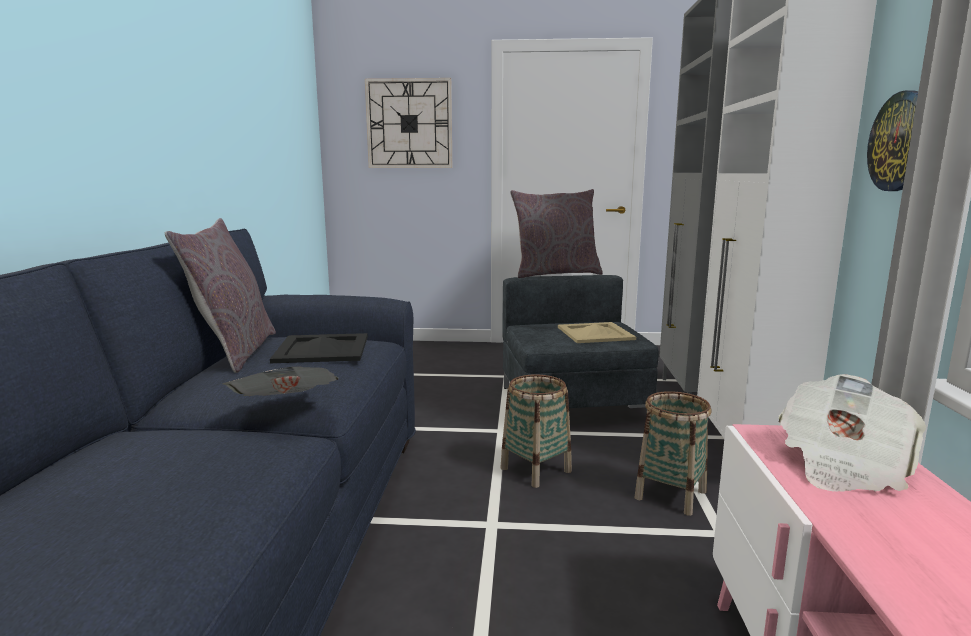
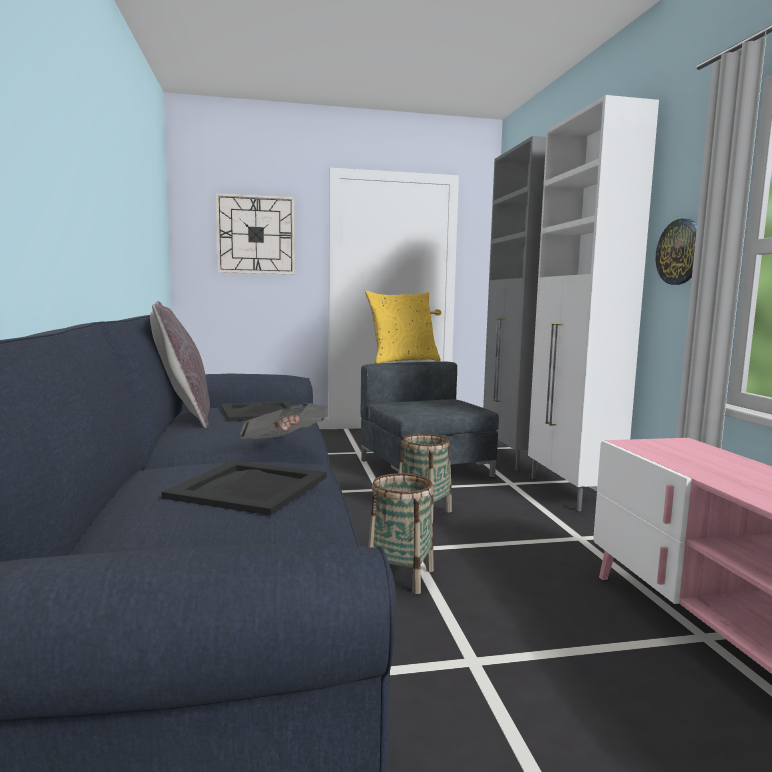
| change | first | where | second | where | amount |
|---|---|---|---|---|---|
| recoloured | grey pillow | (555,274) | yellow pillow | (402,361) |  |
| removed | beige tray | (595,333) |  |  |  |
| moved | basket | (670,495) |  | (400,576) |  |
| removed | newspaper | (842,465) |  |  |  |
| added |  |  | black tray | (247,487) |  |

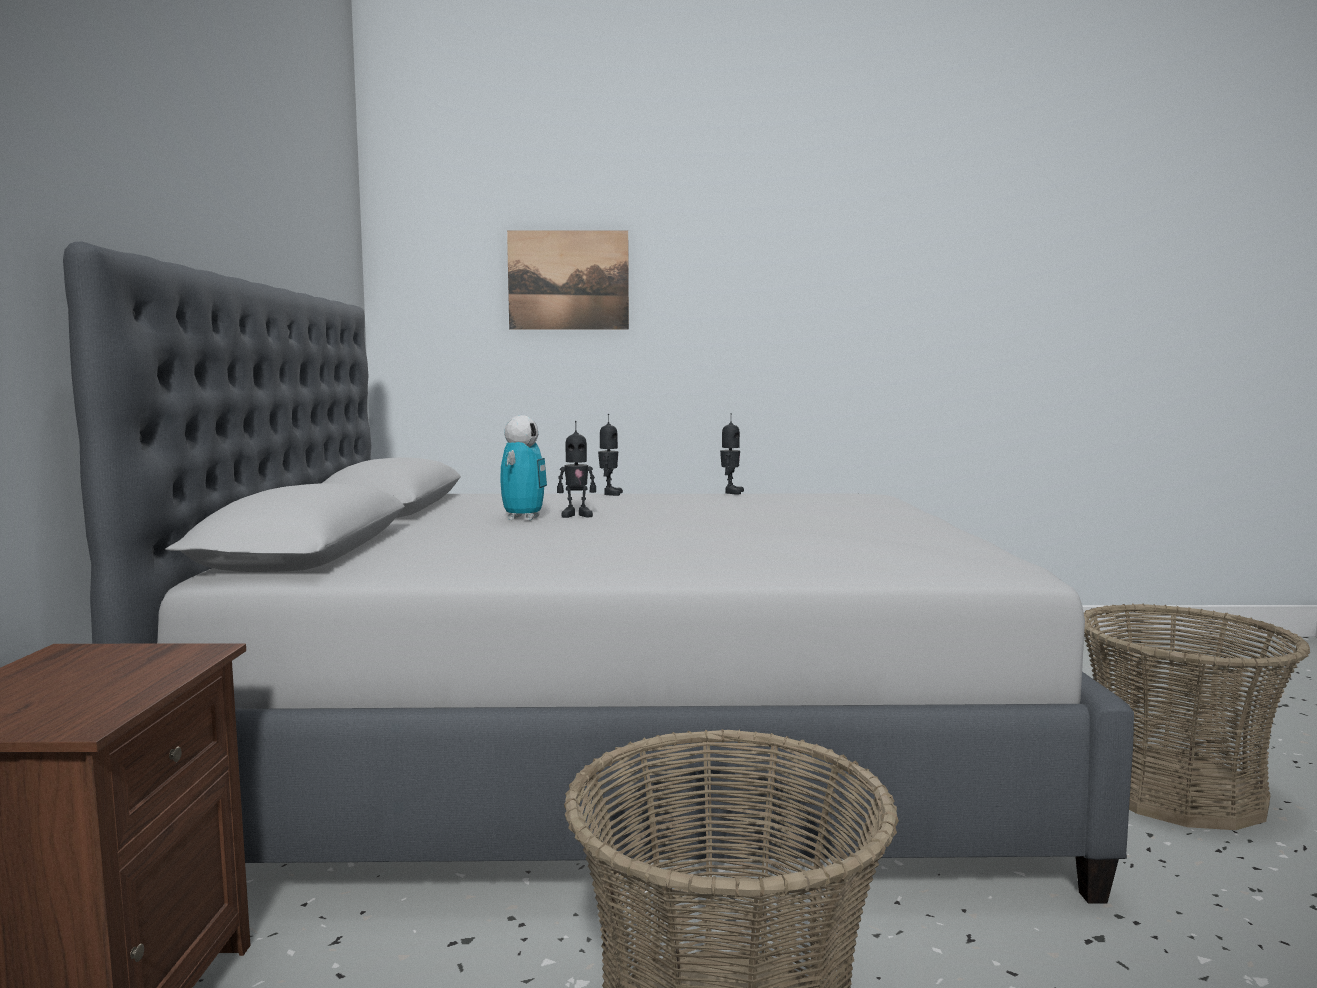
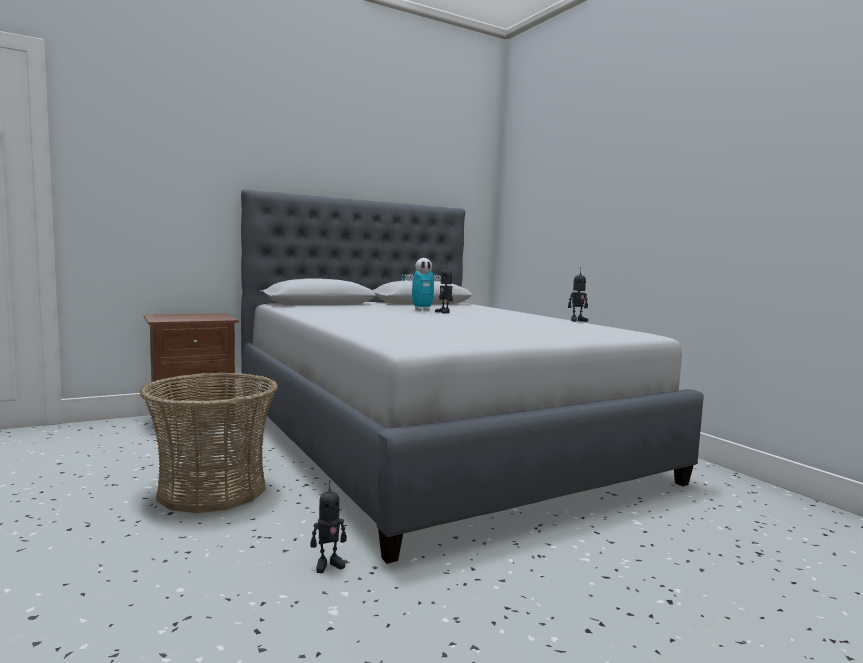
| change | first | where | second | where | amount |
|---|---|---|---|---|---|
| removed | picture | (568,280) |  |  |  |
| moved | toy robot | (610,494) |  | (328,564) |  |
| removed | basket | (1174,790) |  |  |  |

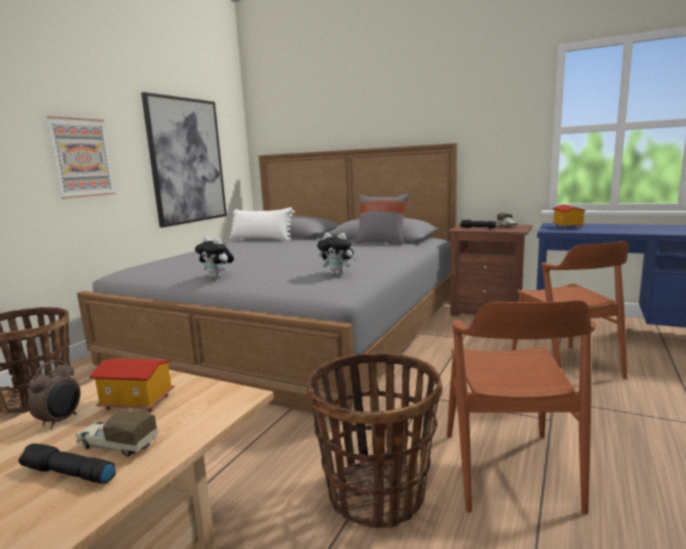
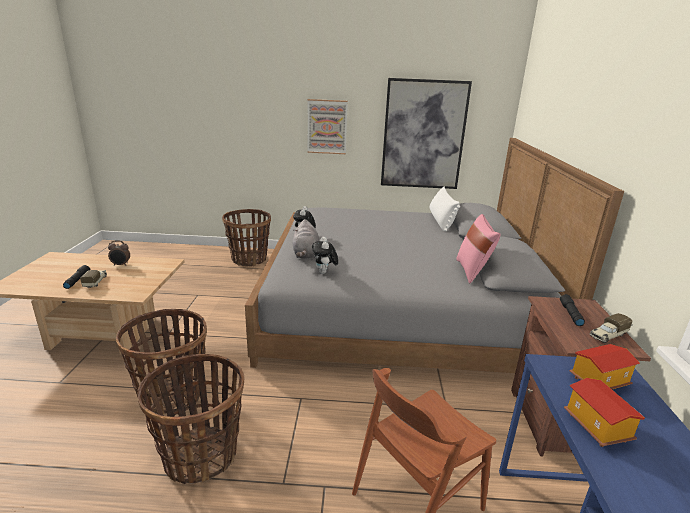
| change | first | where | second | where | amount |
|---|---|---|---|---|---|
| moved | toy house | (136,403) |  | (595,427) |  |
| recoloured | grey pillow | (382,242) | pink pillow | (473,271) |  |
| replaced | brown chair | (508,470) | basket | (201,455) |  |
| added |  |  | grey plush toy | (306,254) |  |

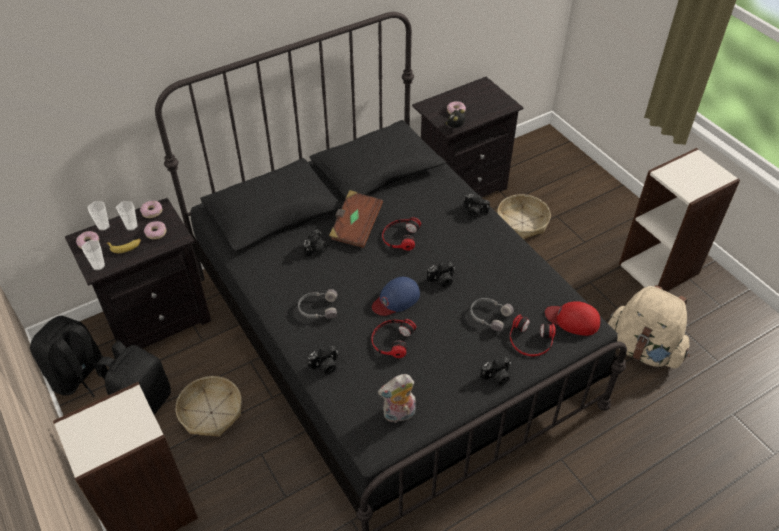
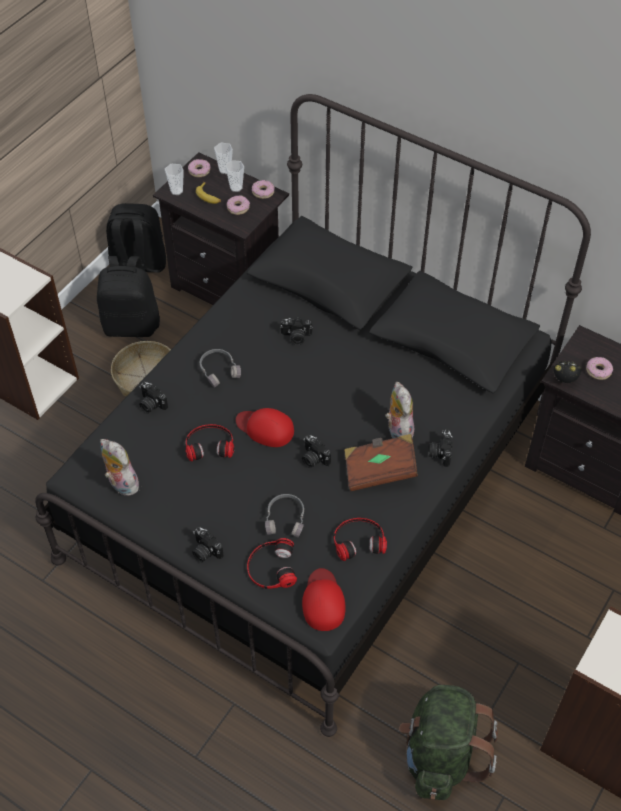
| change | first | where | second | where | amount |
|---|---|---|---|---|---|
| moved | brown book | (355,227) |  | (379,470) |  |
| recoloured | blue cap | (396,299) | red cap | (265,428) |  |
| moved | headphones | (400,236) |  | (358,540) |  |
| removed | basket | (522,223) |  |  |  |
| recoloured | beige backpack | (643,349) | green backpack | (440,755) |  |
| added |  |  | plush toy | (397,430) |  |

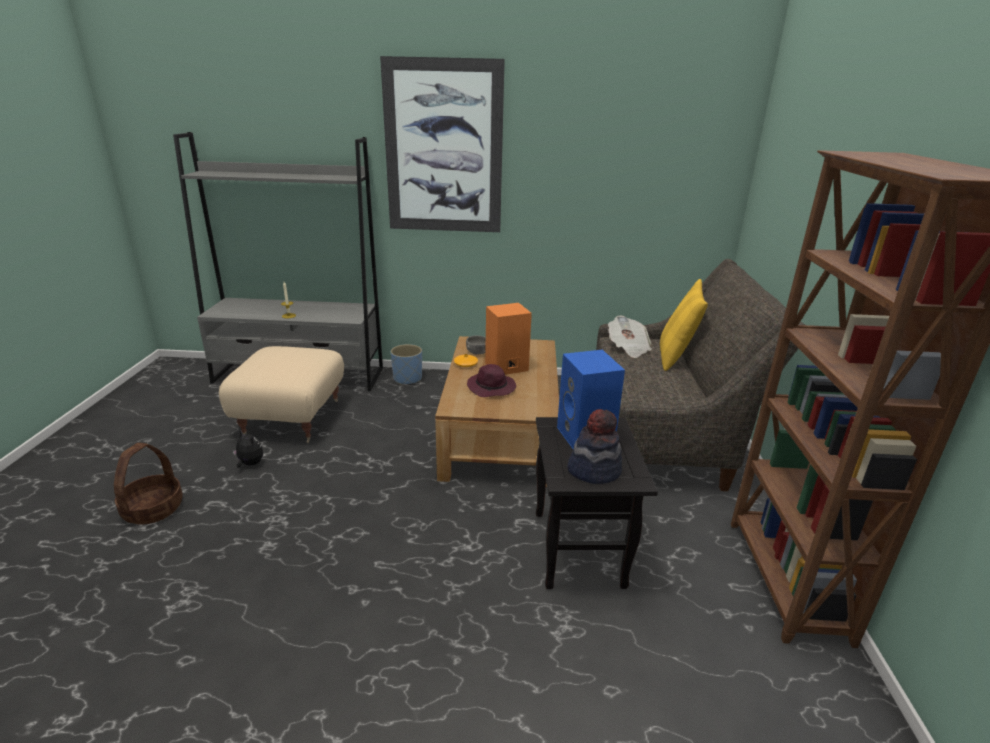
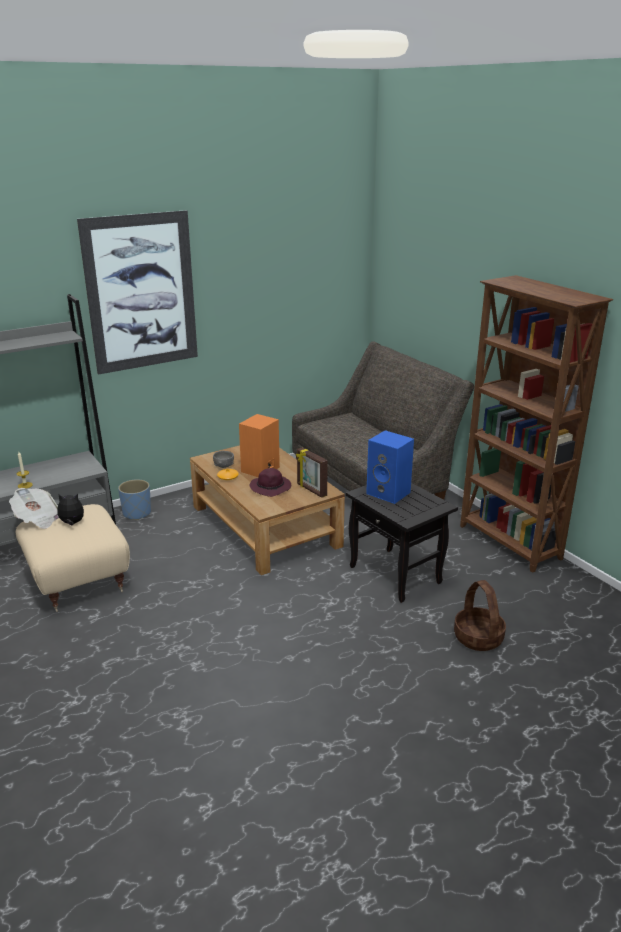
| change | first | where | second | where | amount |
|---|---|---|---|---|---|
| moved | basket | (153,509) |  | (478,638) |  |
| moved | plush toy | (250,464) |  | (71,523) |  |
| removed | hat | (594,470) |  |  |  |
| moved | newspaper | (628,348) |  | (37,519) |  |
| removed | yellow pillow | (675,356) |  |  |  |
| added |  |  | picture frame | (311,490) |  |

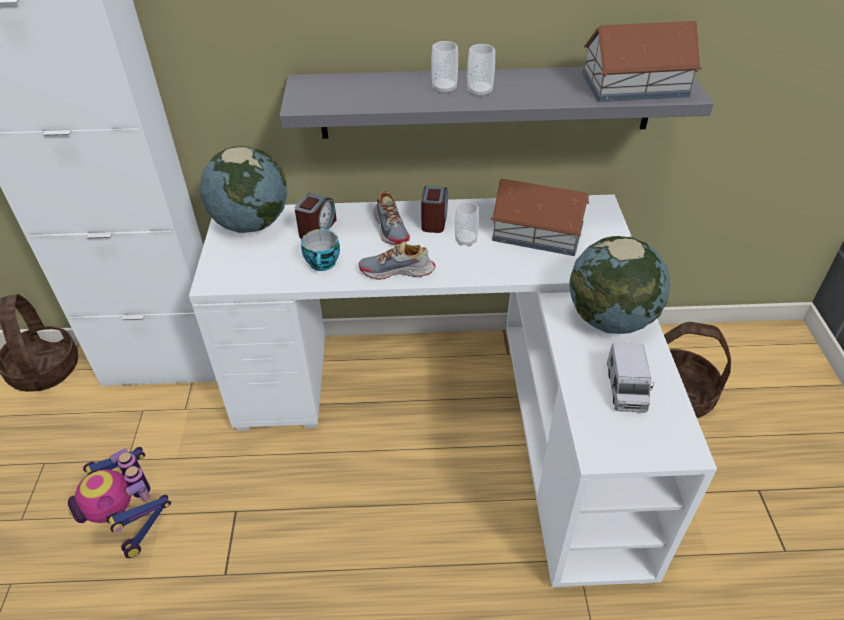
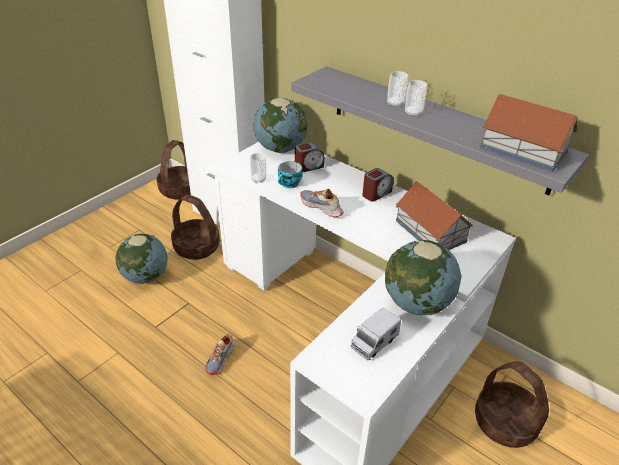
| change | first | where | second | where | amount |
|---|---|---|---|---|---|
| replaced | toy robot | (133,520) | globe | (146,277) |  |
| moved | shoe | (391,228) |  | (221,358) |  |
| moved | cup | (465,240) |  | (258,179) |  |
| added |  |  | basket | (197,247) |  |

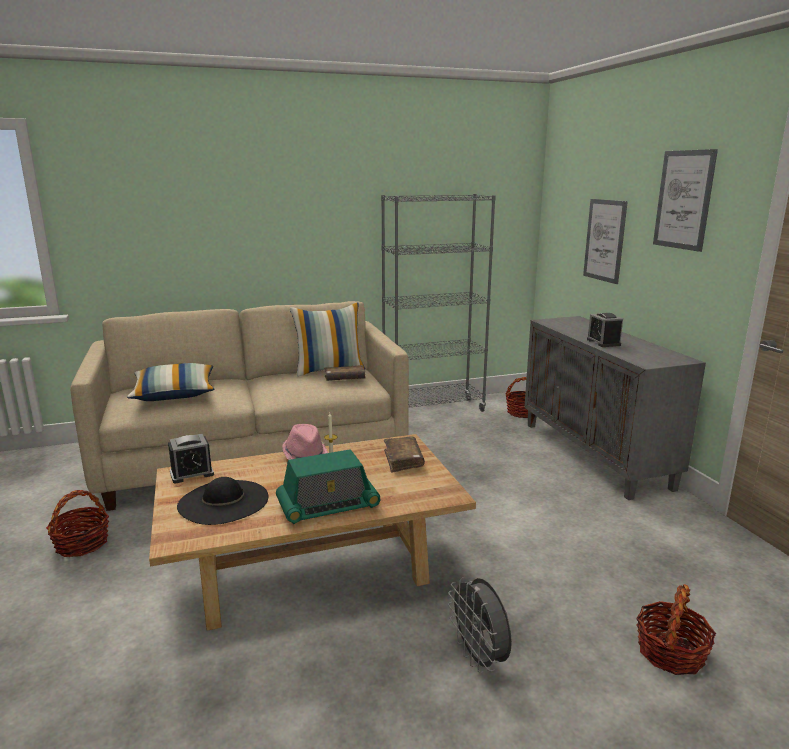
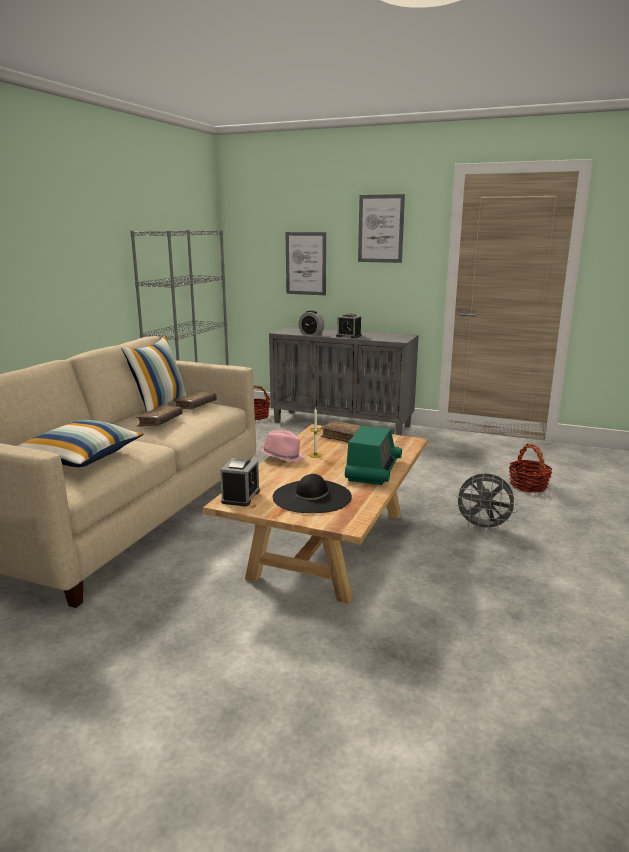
| change | first | where | second | where | amount |
|---|---|---|---|---|---|
| removed | basket | (82,544) |  |  |  |
| added |  |  | brown book | (160,422) |  |
| added |  |  | alarm clock | (311,334) |  |

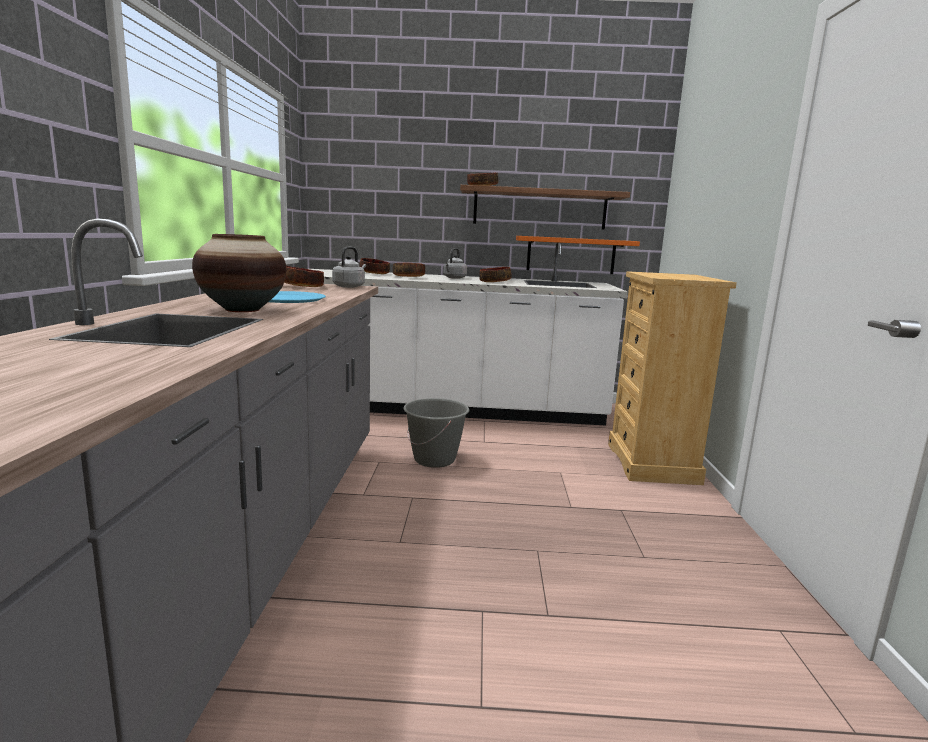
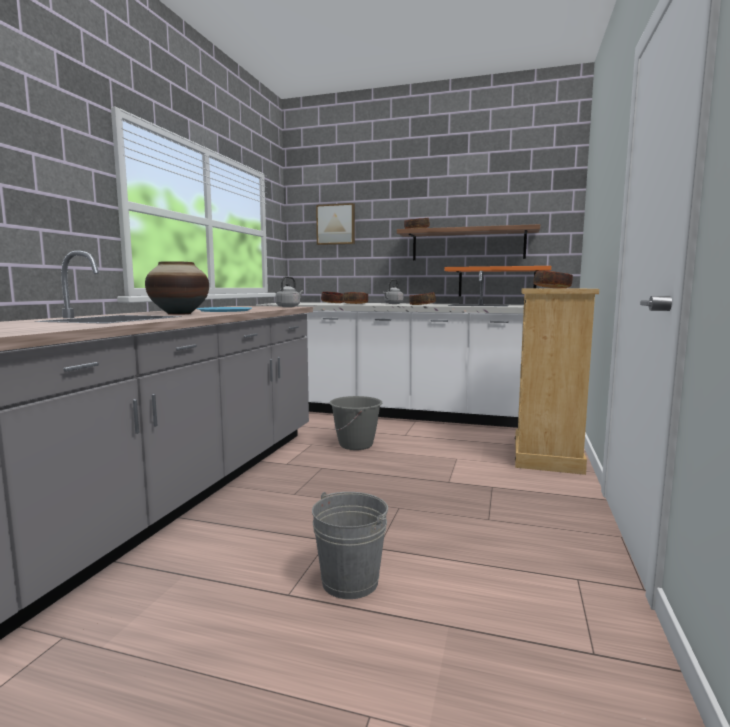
| change | first | where | second | where | amount |
|---|---|---|---|---|---|
| moved | bowl | (302,286) |  | (552,288) |  |
| added |  |  | grey bucket | (350,581) |  |
| added |  |  | picture | (336,224) |  |

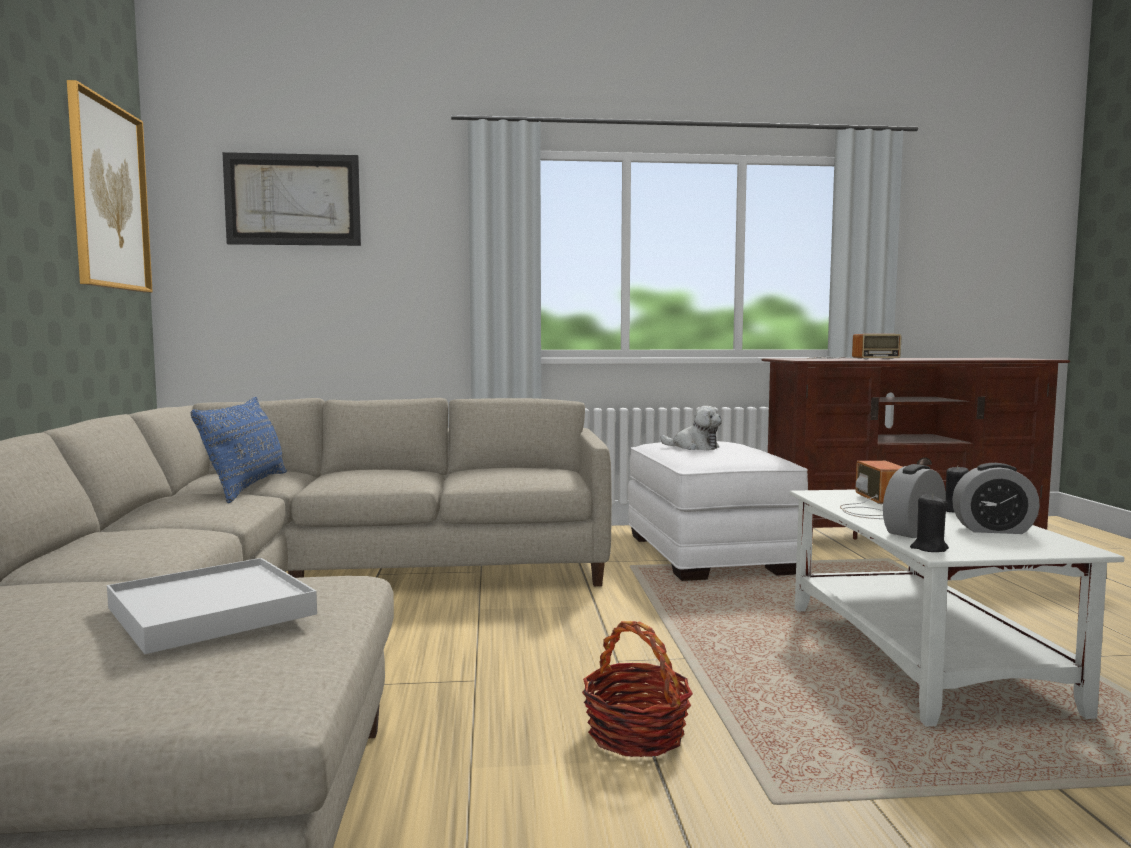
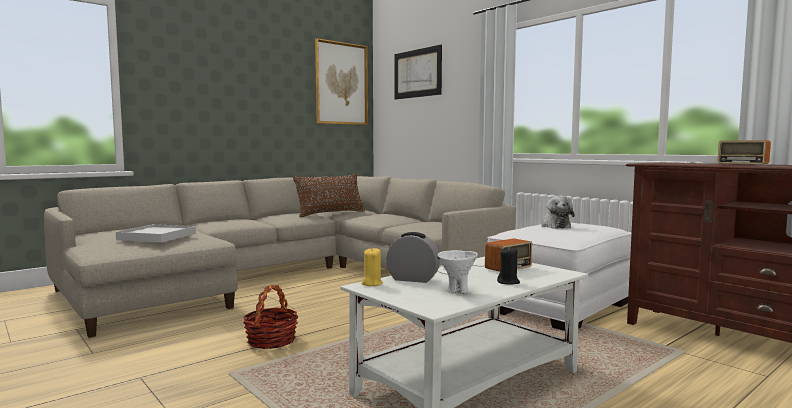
| change | first | where | second | where | amount |
|---|---|---|---|---|---|
| recoloured | blue pillow | (247,487) | brown pillow | (330,214) |  |
| recoloured | black candle | (929,548) | yellow candle | (372,283) |  |
| replaced | alarm clock | (993,530) | white bowl | (457,291) |  |

